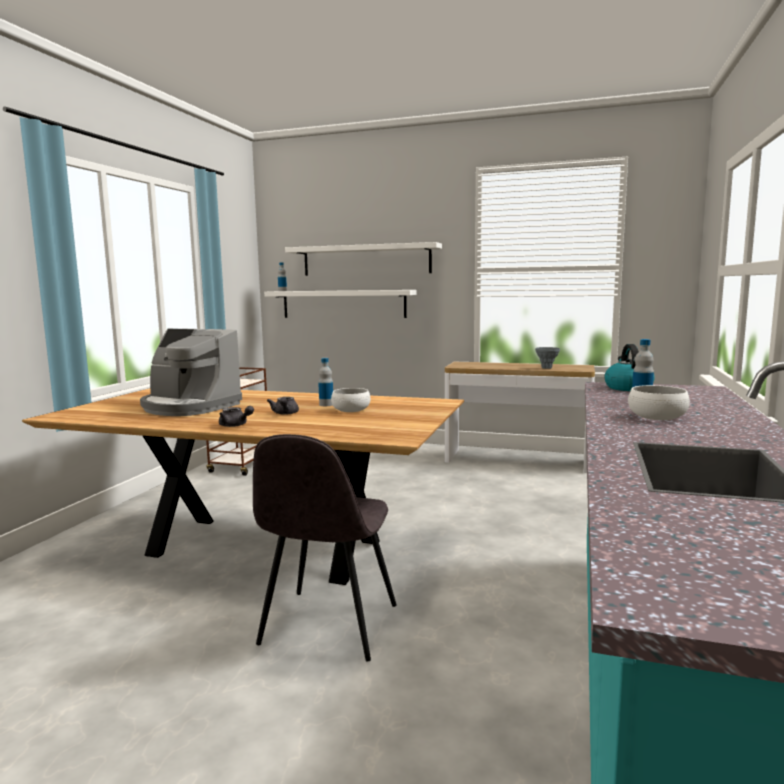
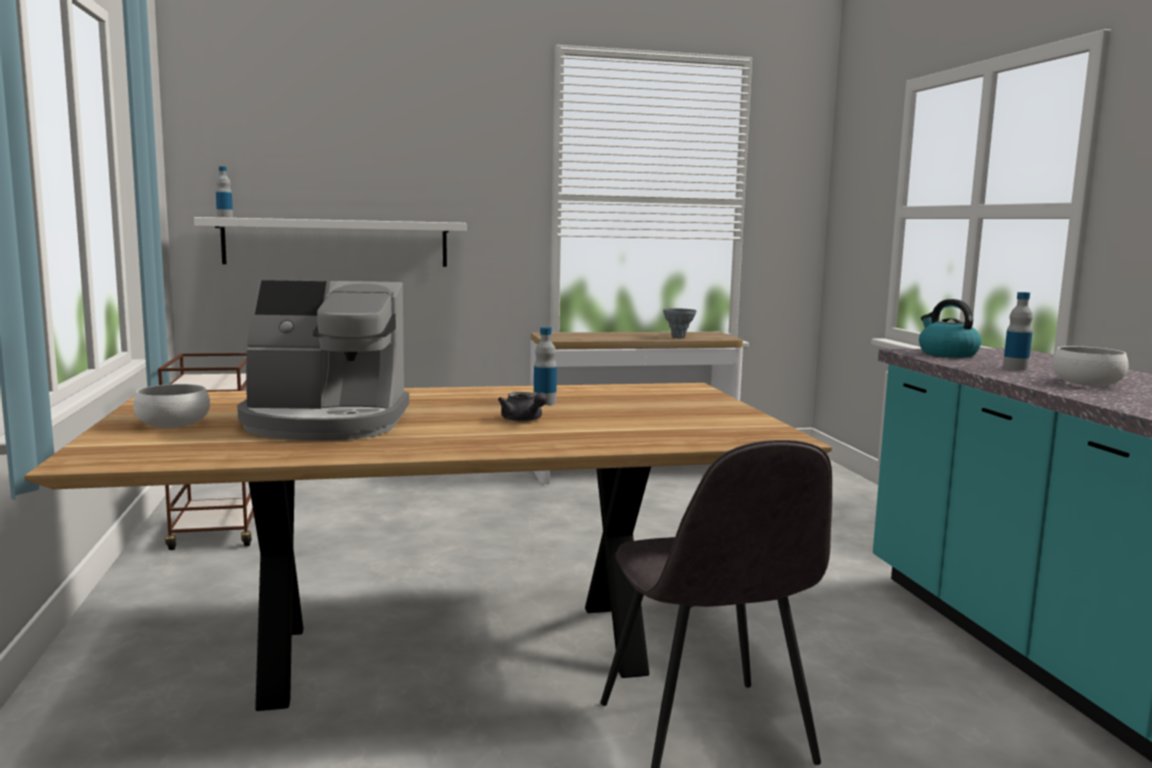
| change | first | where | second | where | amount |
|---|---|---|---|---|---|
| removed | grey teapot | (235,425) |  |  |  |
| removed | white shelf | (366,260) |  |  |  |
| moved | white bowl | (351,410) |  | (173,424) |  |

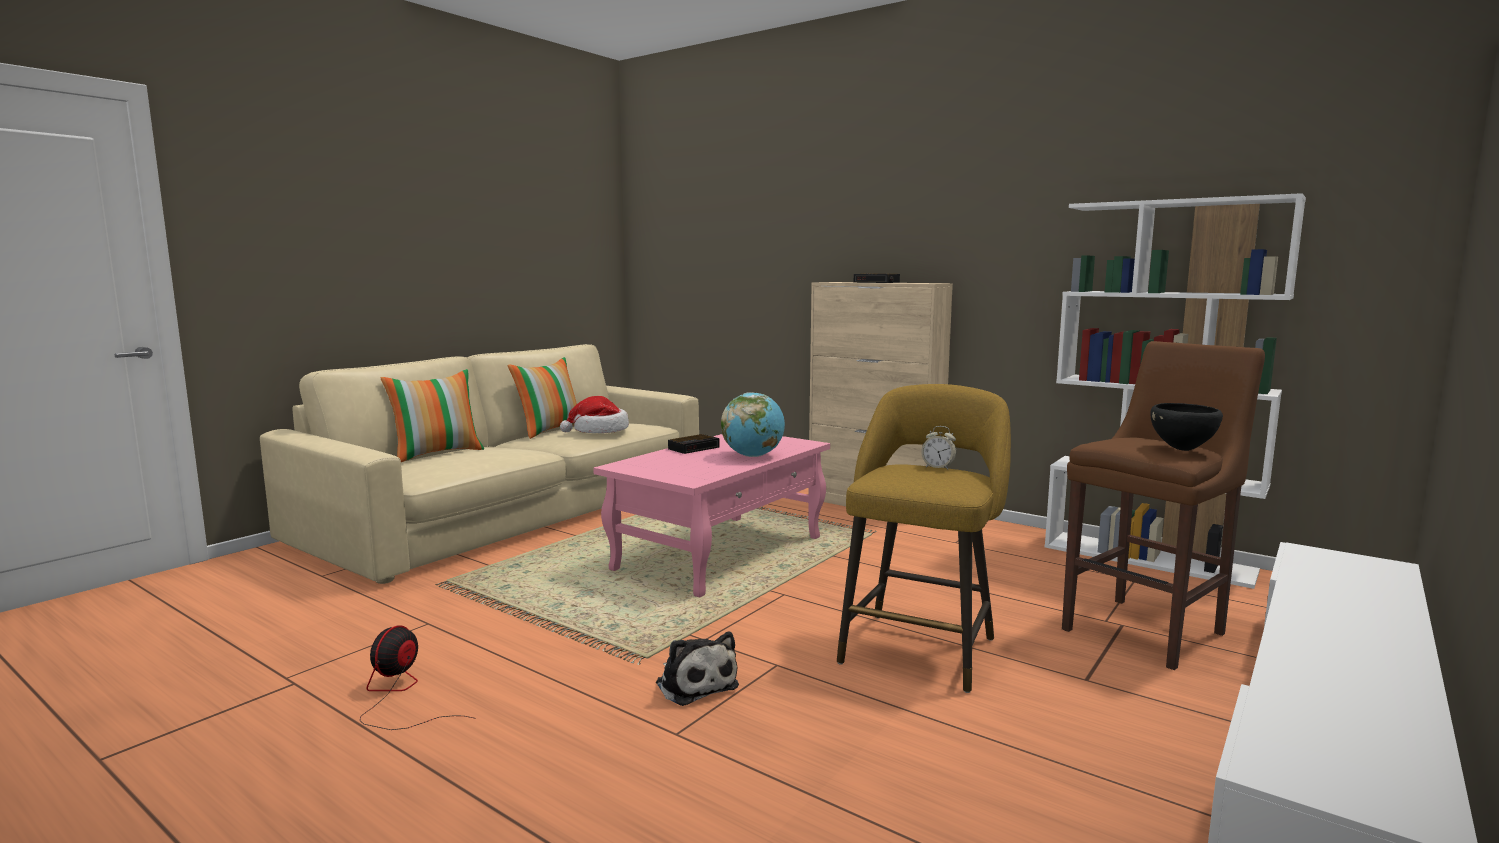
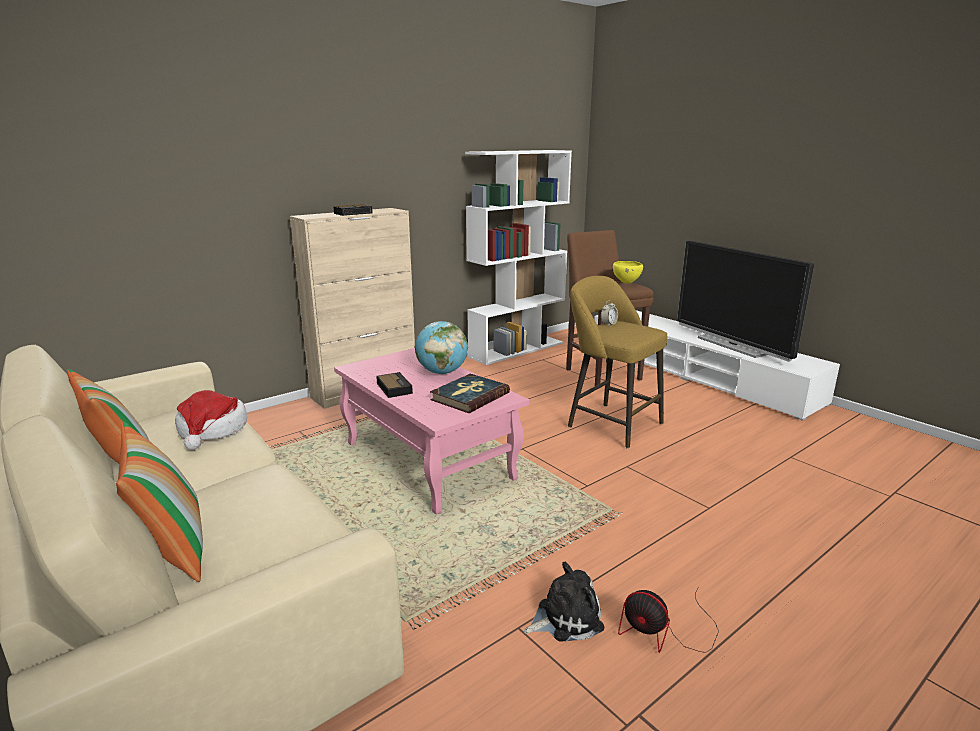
| change | first | where | second | where | amount |
|---|---|---|---|---|---|
| moved | plush toy | (695,684) |  | (565,617) |  |
| recoloured | black bowl | (1183,449) | yellow bowl | (626,283) |  |
| added |  |  | book | (469,396) |  |
| added |  |  | television | (732,345) |  |

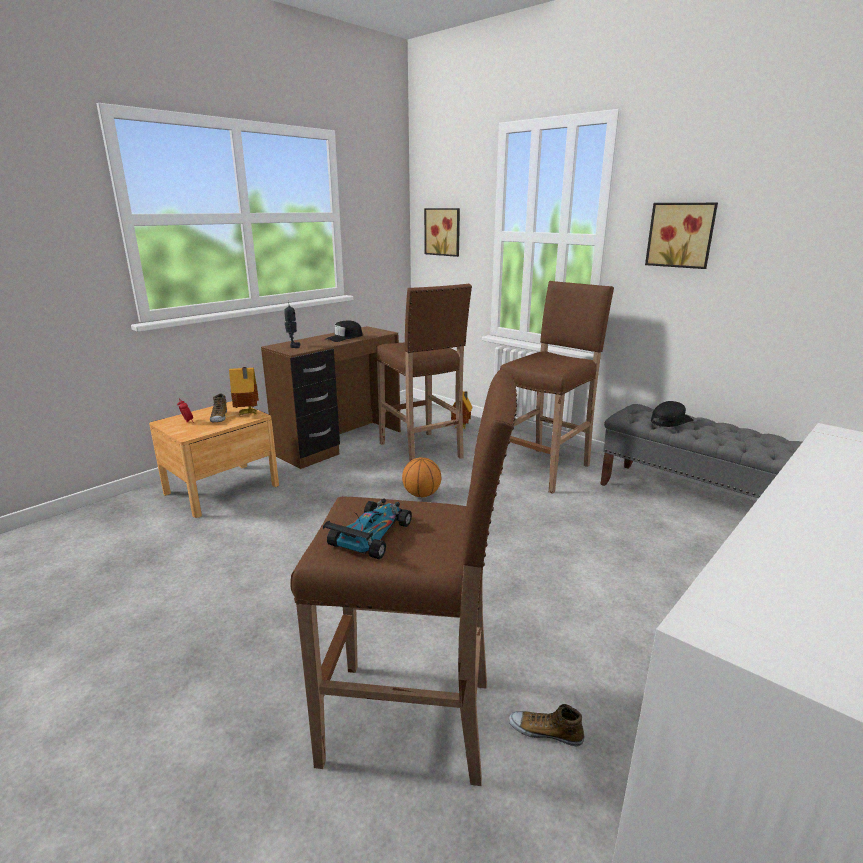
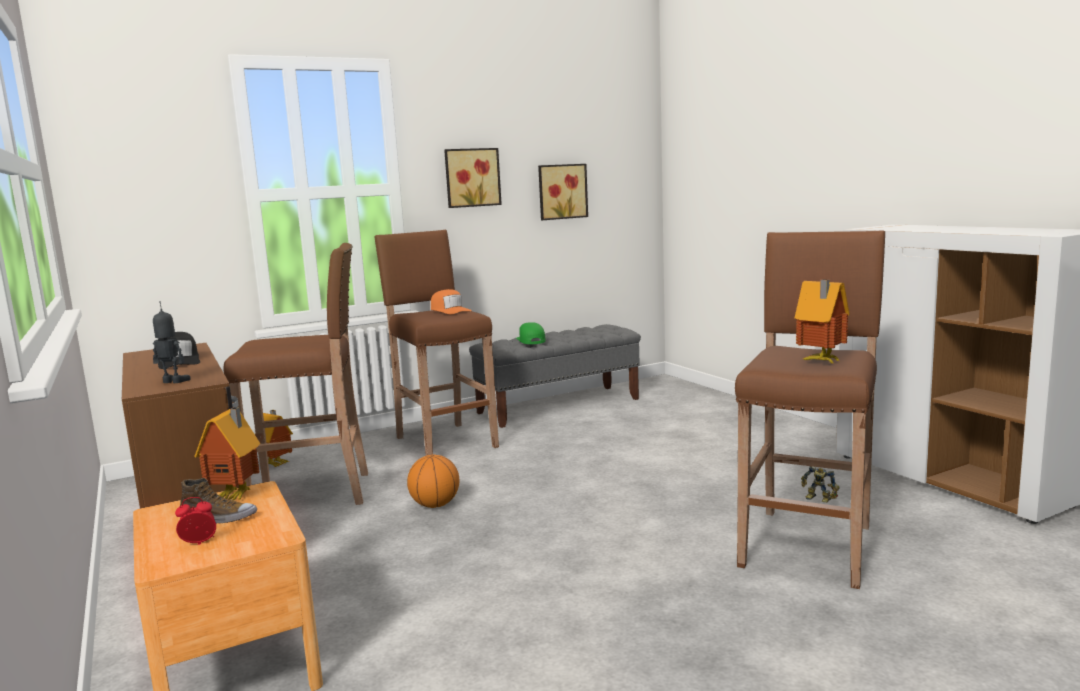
| change | first | where | second | where | amount |
|---|---|---|---|---|---|
| replaced | toy car | (371,536) | toy house | (820,362) |  |
| moved | picture | (443,232) |  | (561,191) |  |
| replaced | shoe | (545,731) | toy robot | (818,499) |  |
| recoloured | black cap | (670,421) | green cap | (530,340) |  |
| added |  |  | orange cap | (450,310) |  |

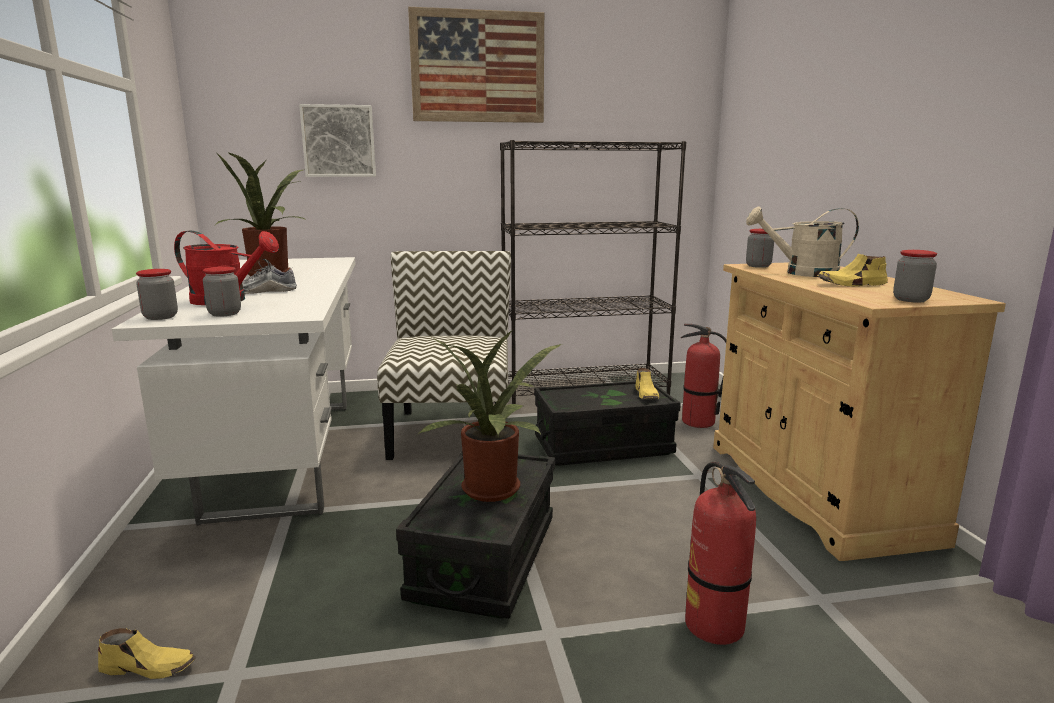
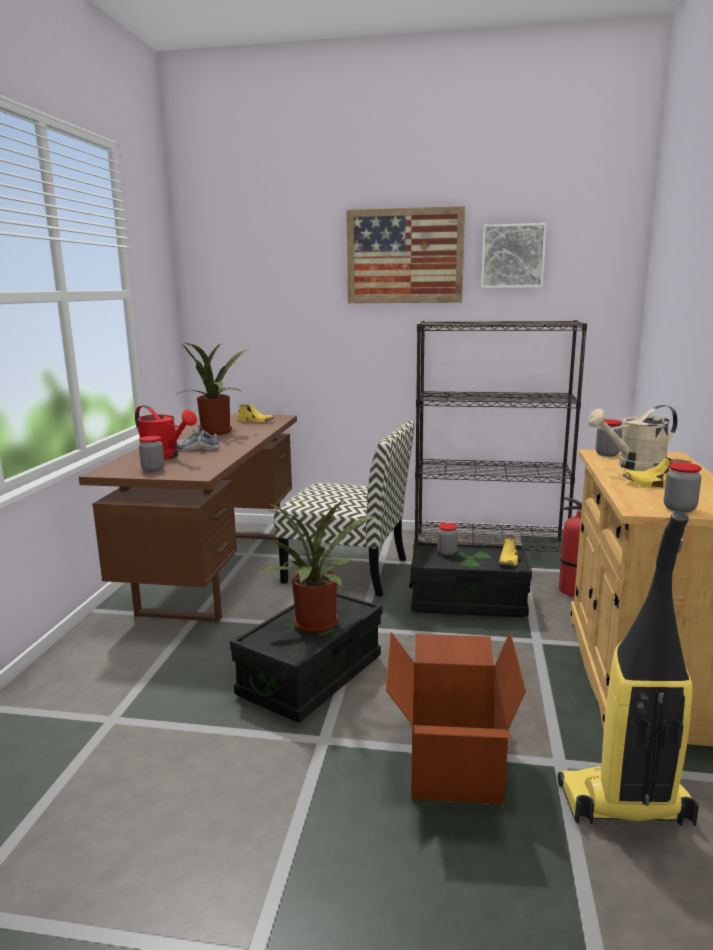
| change | first | where | second | where | amount |
|---|---|---|---|---|---|
| moved | yellow shoe | (149,667) |  | (256,421) |  |
| recoloured | white desk | (284,454) | brown desk | (216,571) |  |
| moved | jar | (160,317) |  | (447,552) |  |
| moved | picture | (339,141) |  | (512,256) |  |
| turned | chair | (450,432) |  | (348,570) | 90 degrees clockwise |
| replaced | fire extinguisher | (715,626) | cardboard box | (451,763) |  |
| turned | beige watering can | (802,273) |  | (634,466) | 45 degrees counterclockwise |
| added |  |  | vacuum cleaner | (623,806) |  |

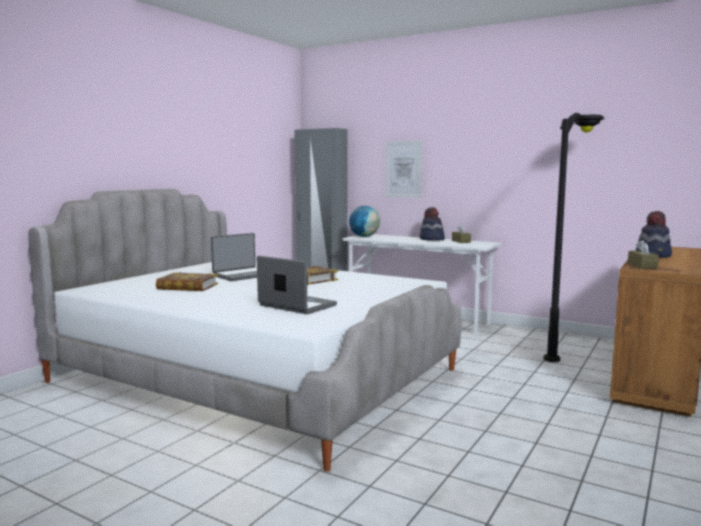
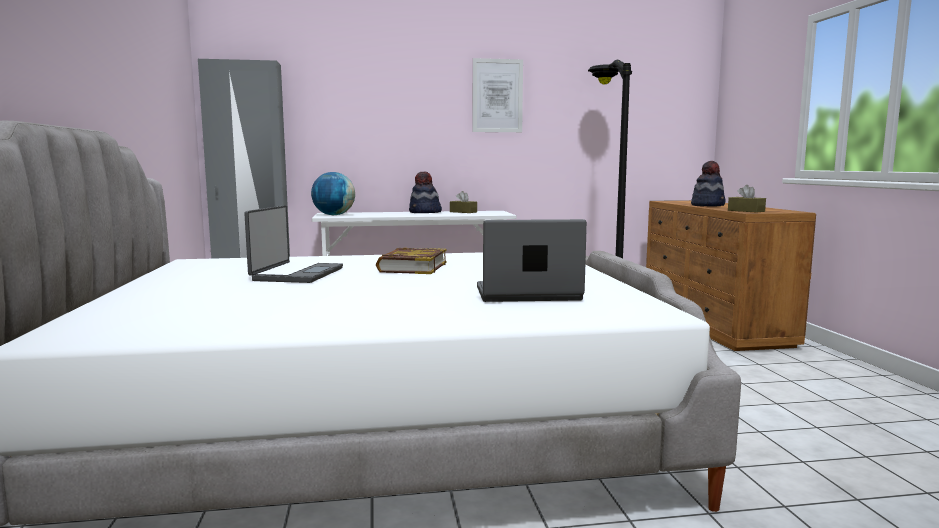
| change | first | where | second | where | amount |
|---|---|---|---|---|---|
| removed | book | (187,287) |  |  |  |
| moved | picture | (403,169) |  | (497,95) |  |

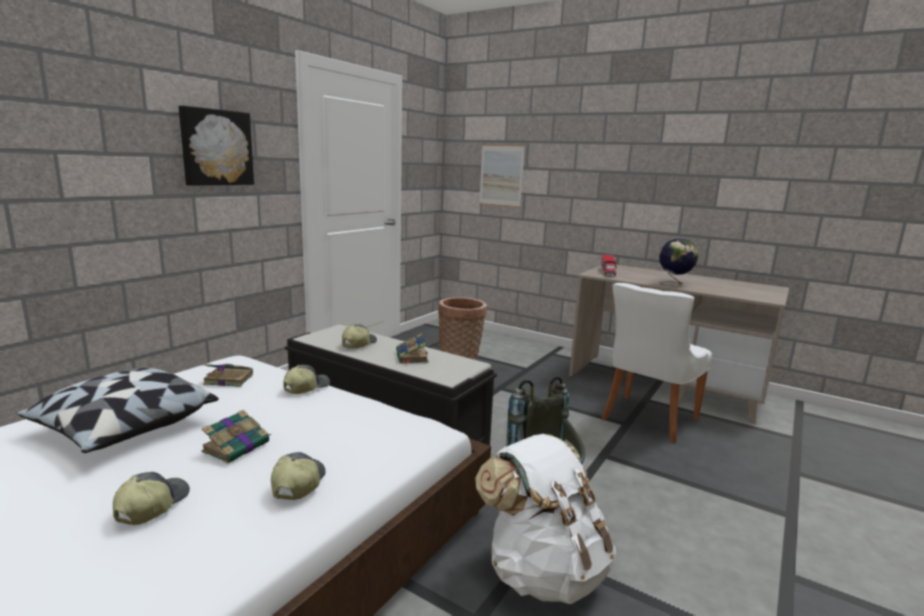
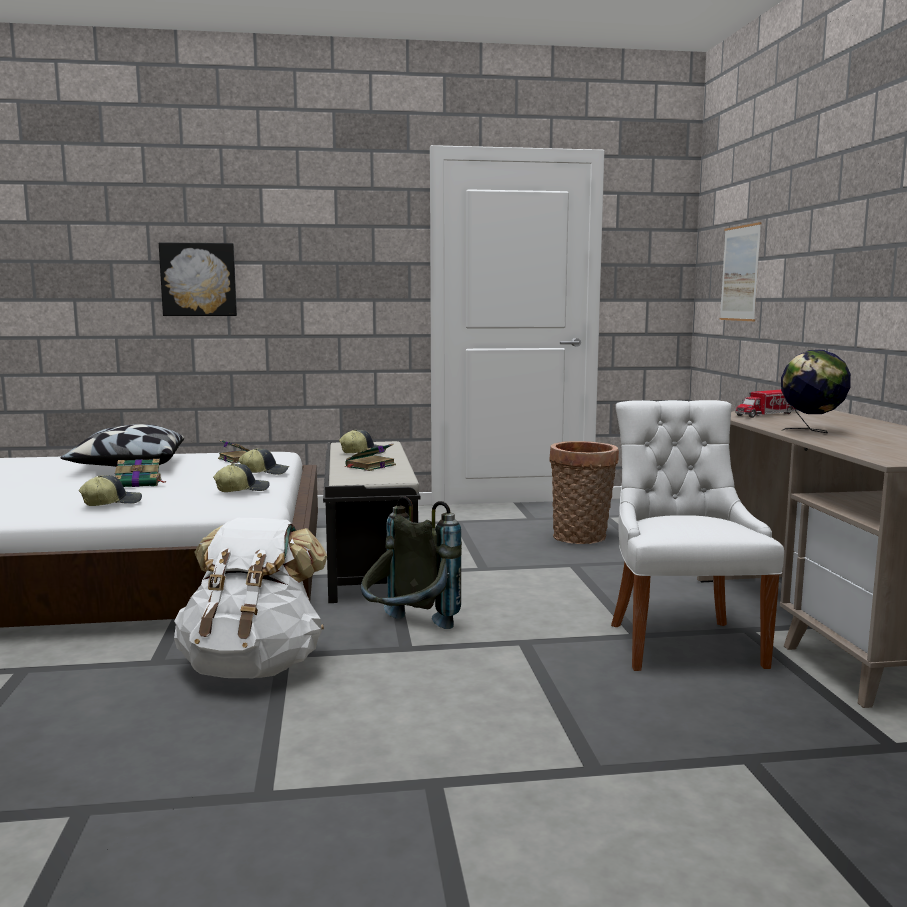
| change | first | where | second | where | amount |
|---|---|---|---|---|---|
| moved | cap | (151,506) |  | (242,490) |  |
| moved | picture | (216,147) |  | (199,279) |  |
| turned | white chair | (647,419) |  | (682,642) | 90 degrees clockwise |

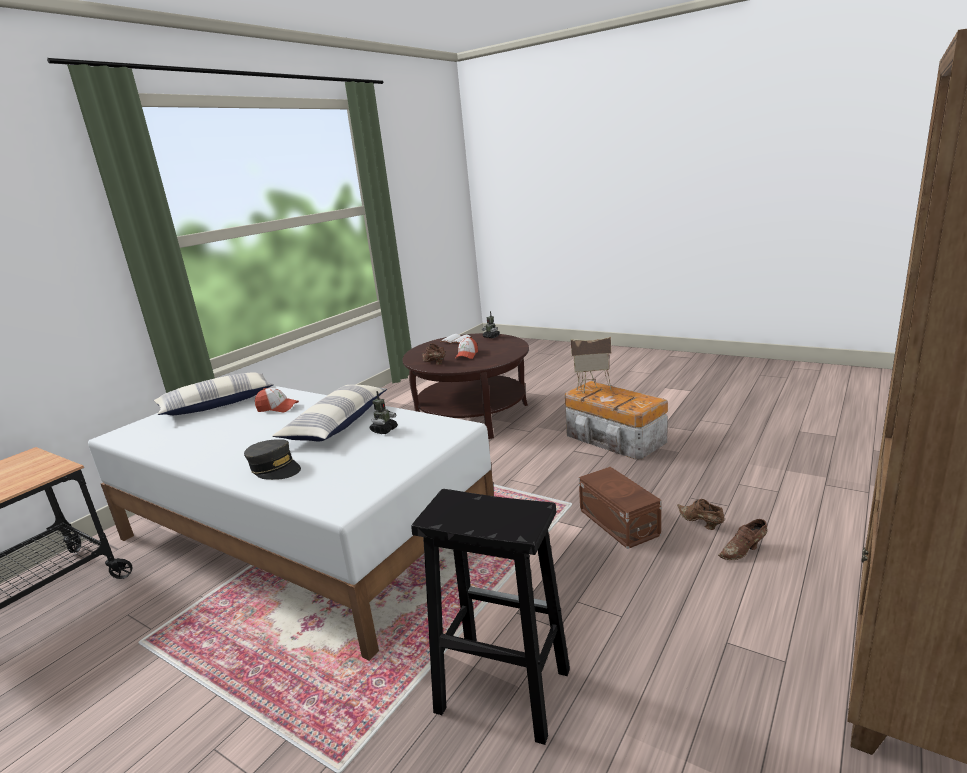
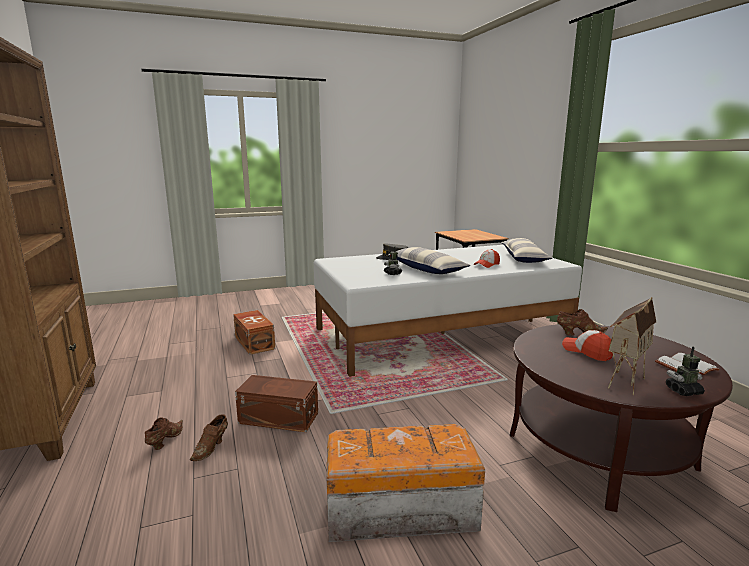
| change | first | where | second | where | amount |
|---|---|---|---|---|---|
| replaced | black stool | (501,690) | brown storage box | (255,342) |  |
| moved | toy house | (592,390) |  | (623,380) |  |
| turned | brown shoe | (700,523) |  | (211,447) | 105 degrees clockwise |

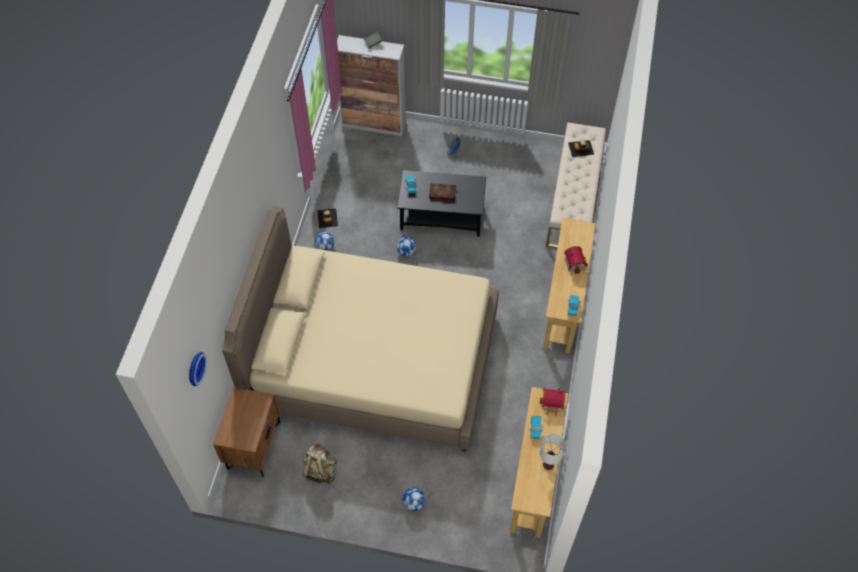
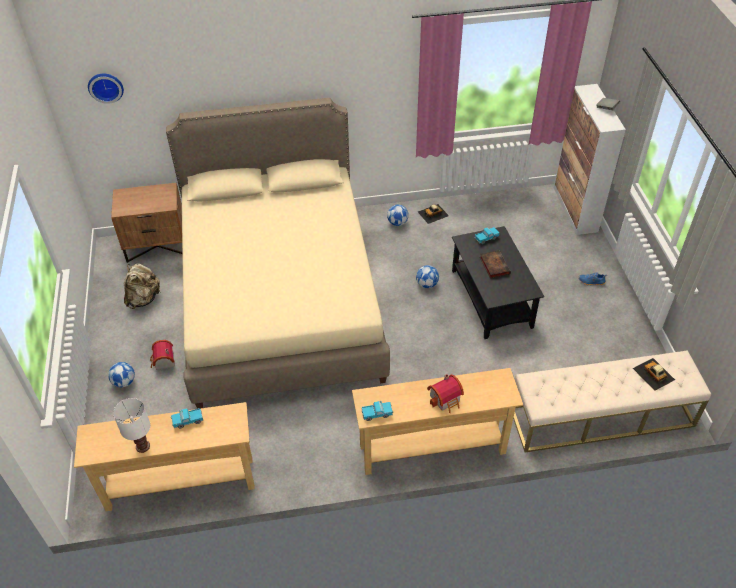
| change | first | where | second | where | amount |
|---|---|---|---|---|---|
| moved | toy house | (552,404) |  | (163,362) |  |

